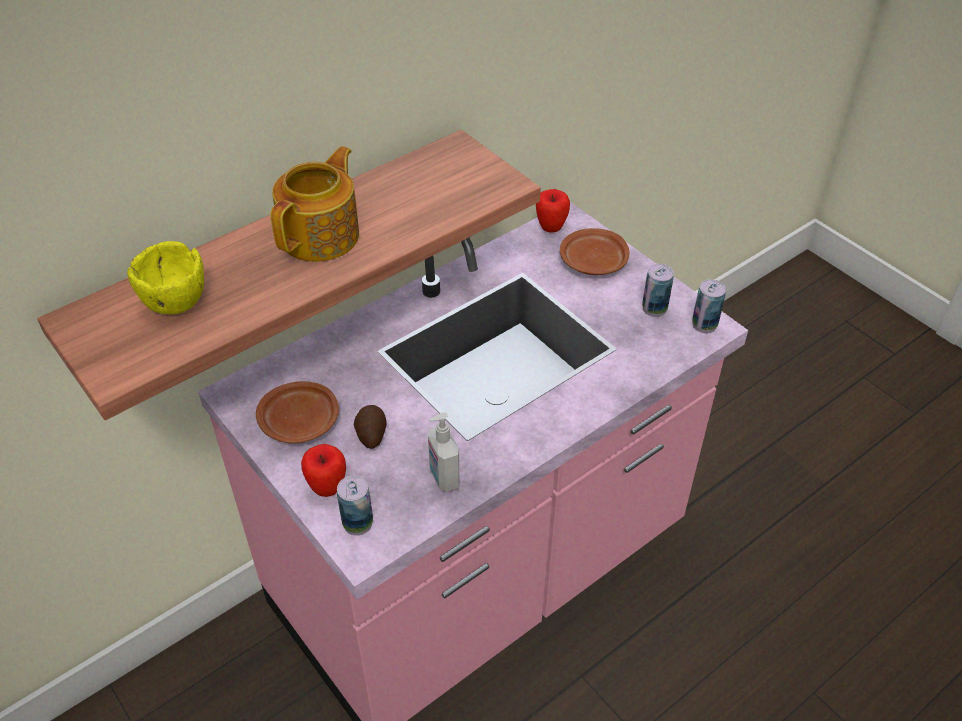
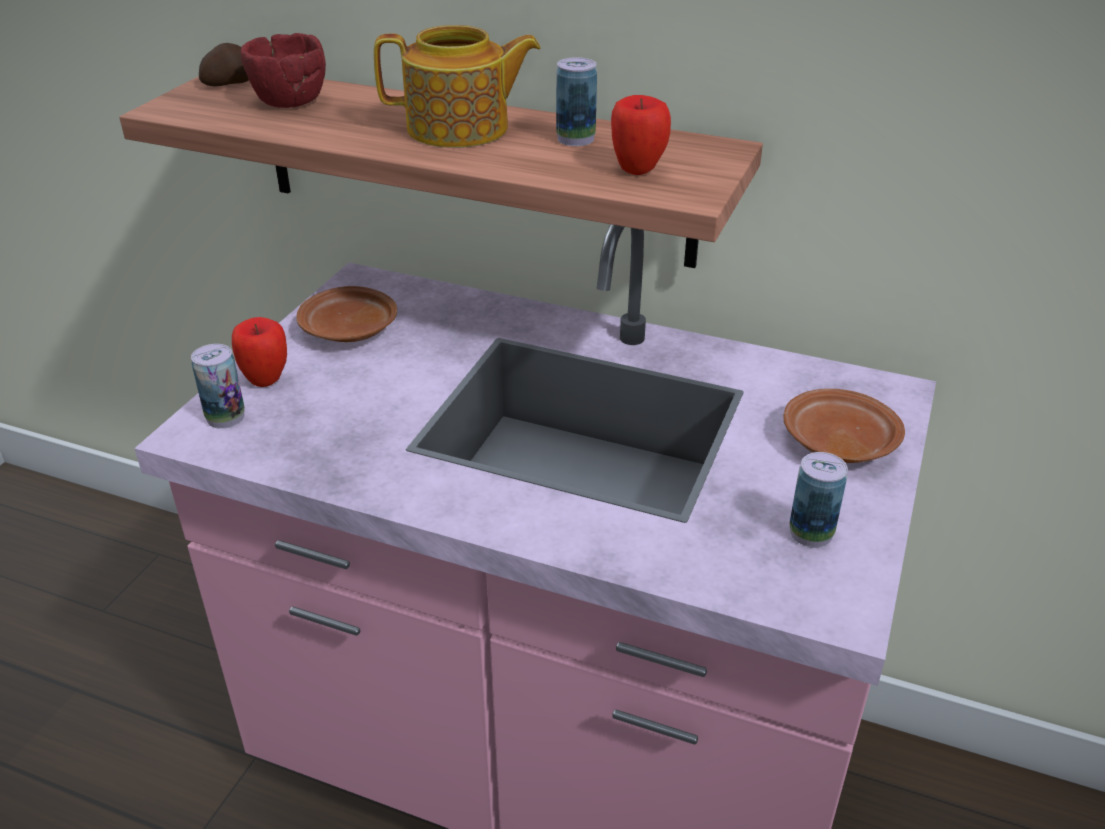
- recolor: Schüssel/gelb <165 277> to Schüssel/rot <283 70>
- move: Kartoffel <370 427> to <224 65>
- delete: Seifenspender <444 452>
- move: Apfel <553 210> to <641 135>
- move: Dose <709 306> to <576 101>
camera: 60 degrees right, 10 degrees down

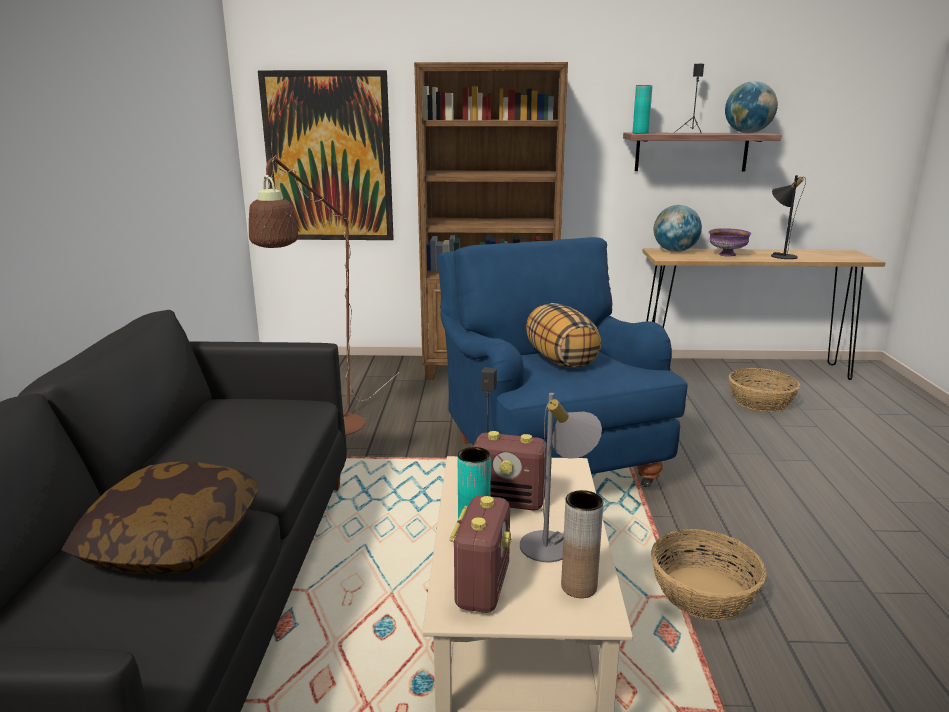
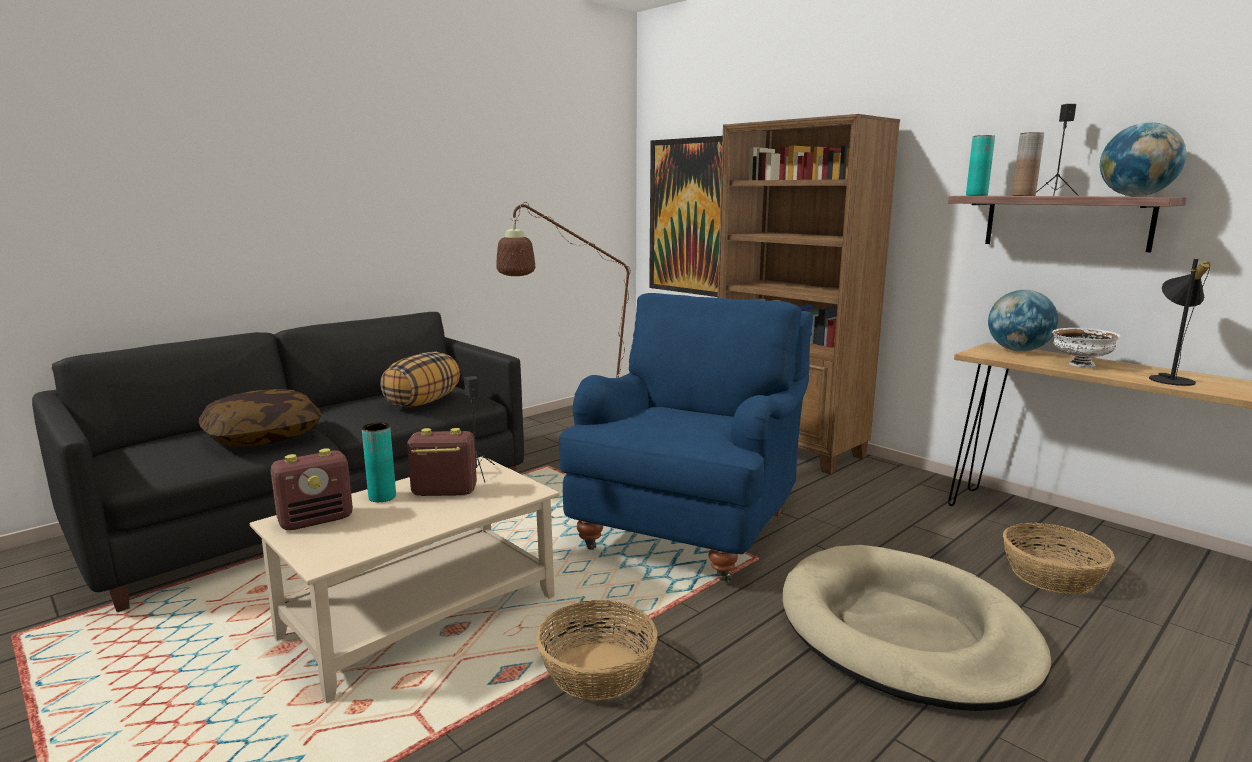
- rotate: Radio <510 471> = <442 462> 120 degrees clockwise
- delete: Tischlampe/grau <561 478>
- move: Kissen <563 335> to <420 379>
- move: Vase/braun <582 544> to <1028 164>
- recolor: Schüssel/lila <730 242> to Schüssel/weiß <1086 347>
- insert: Hundebett/beige <917 628>
camera: 45 degrees right, 5 degrees down

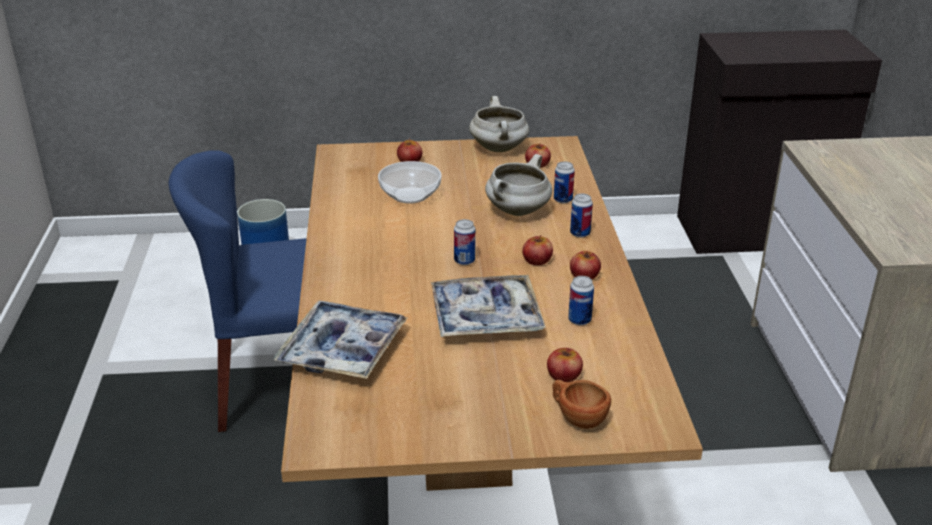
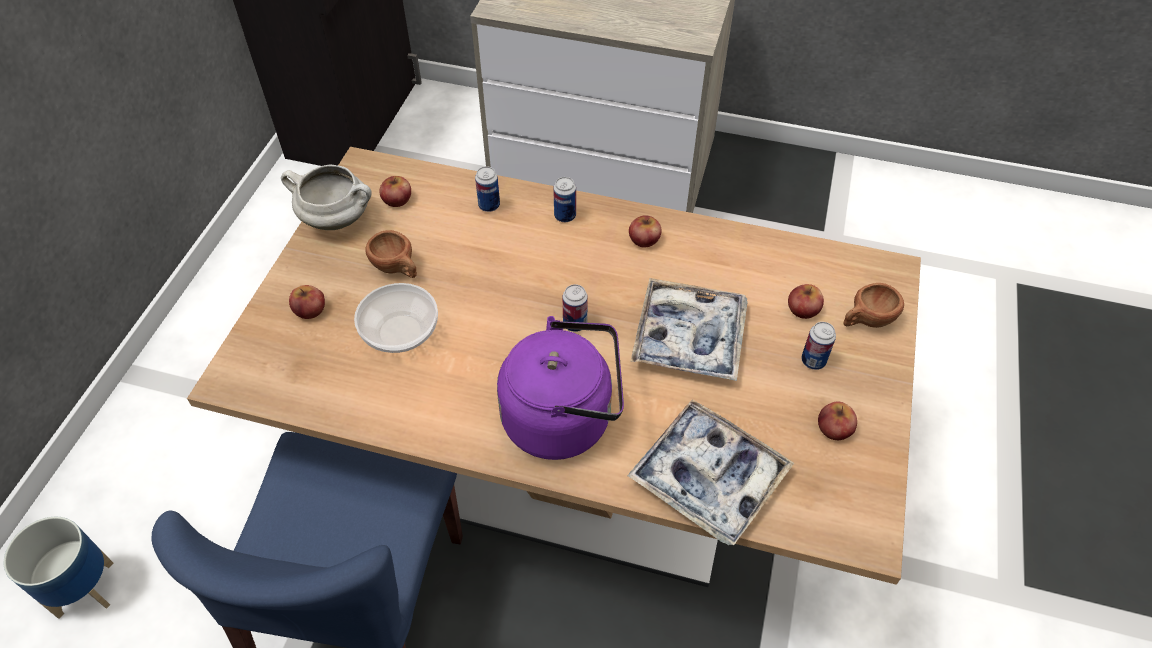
- delete: Kochtopf/weiß <518 185>
- move: Apfel <537 250> to <837 420>
- move: Dose <581 300> to <818 346>
- insert: Tasse/braun <391 254>
- insert: Wasserkessel/lila <560 388>
camera: 70 degrees left, 20 degrees up

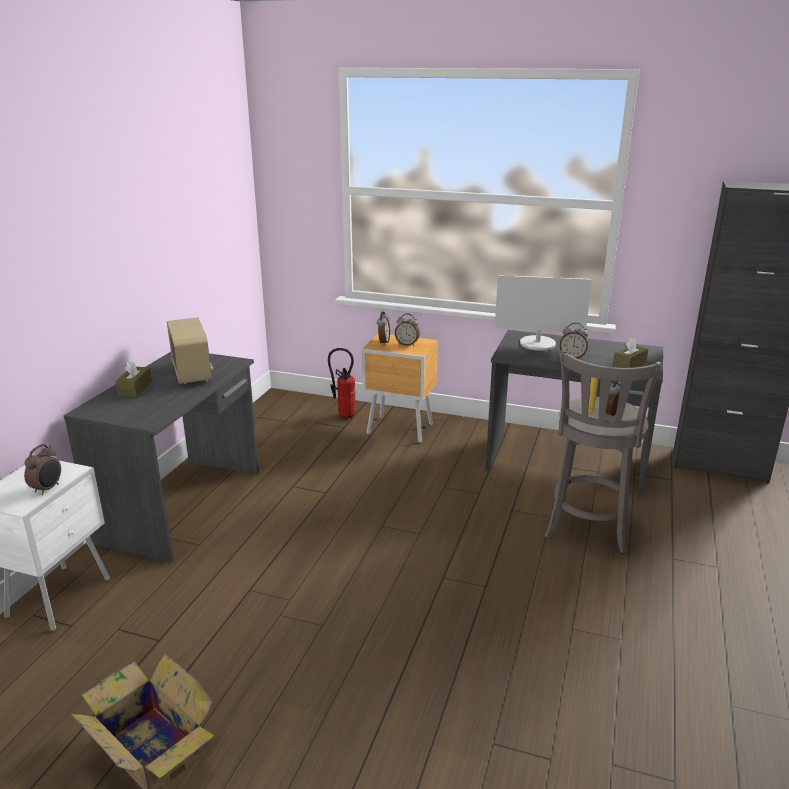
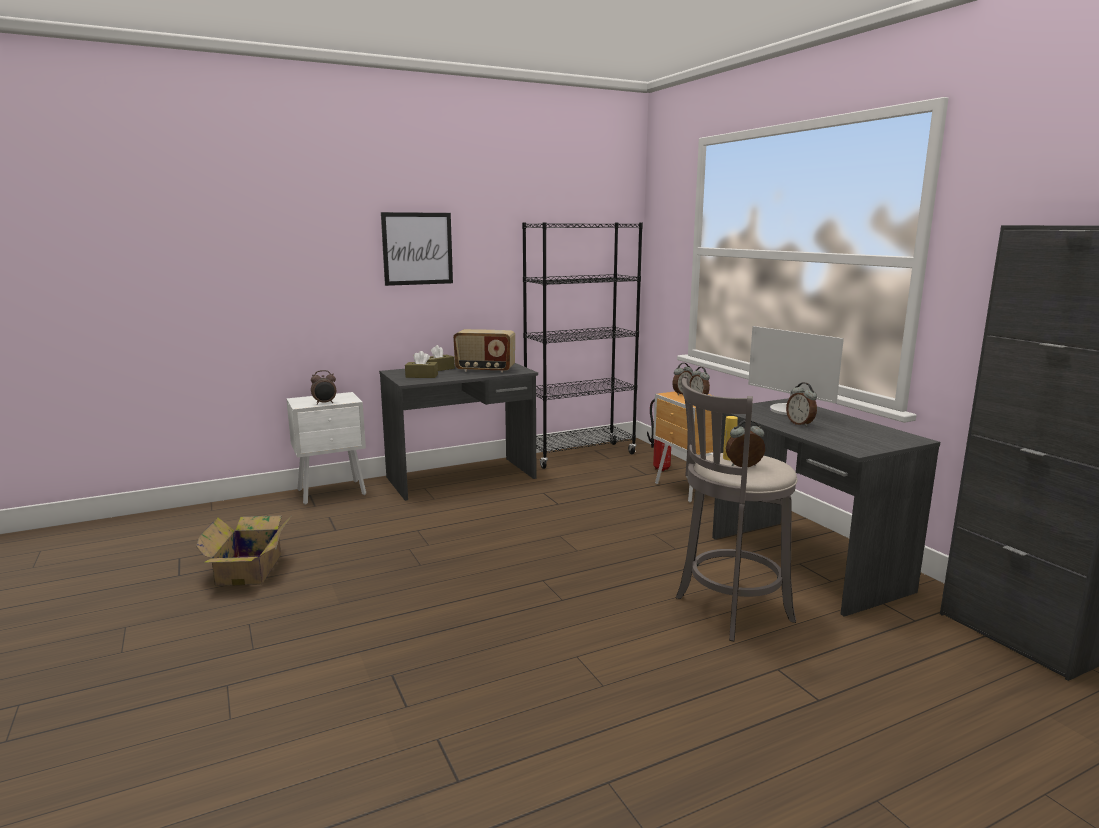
- rotate: Radio <190 350> = <484 351> 75 degrees clockwise
- move: Taschentuchbox/braun <630 352> to <421 364>
- insert: Bild <417 249>
- insert: Bücherregal/schwarz <582 345>
camera: 45 degrees right, 10 degrees down

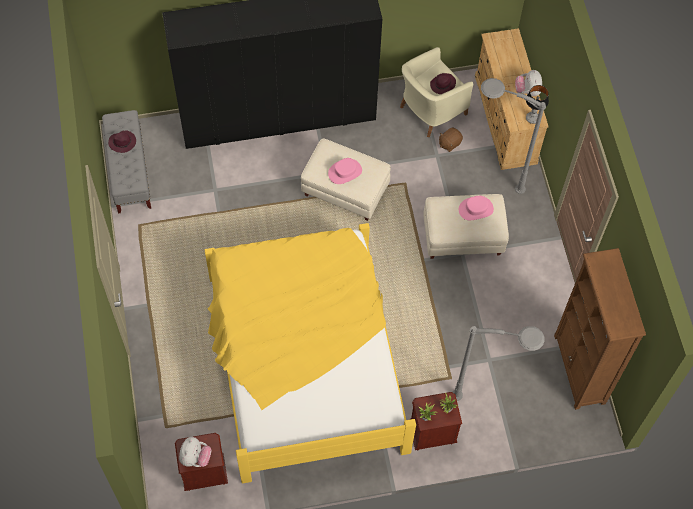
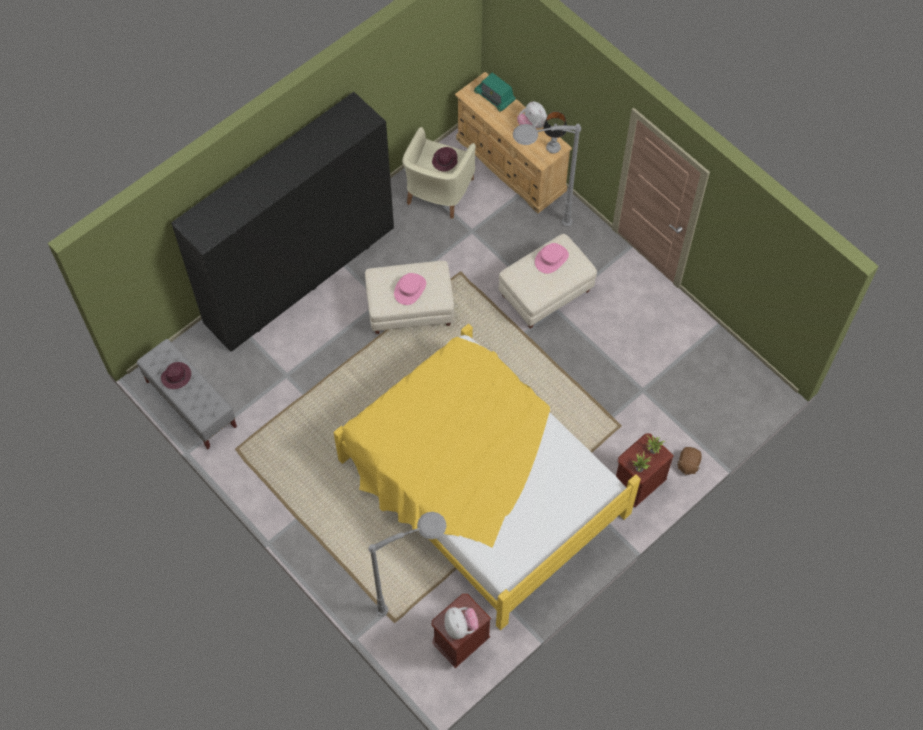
- move: Plüschtier/braun <451 139> to <689 461>
- move: Stehlampe/grau <498 363> to <407 564>
- delete: Bücherregal/braun <600 329>
- insert: Radio <495 92>
camera: 30 degrees left, 0 degrees up

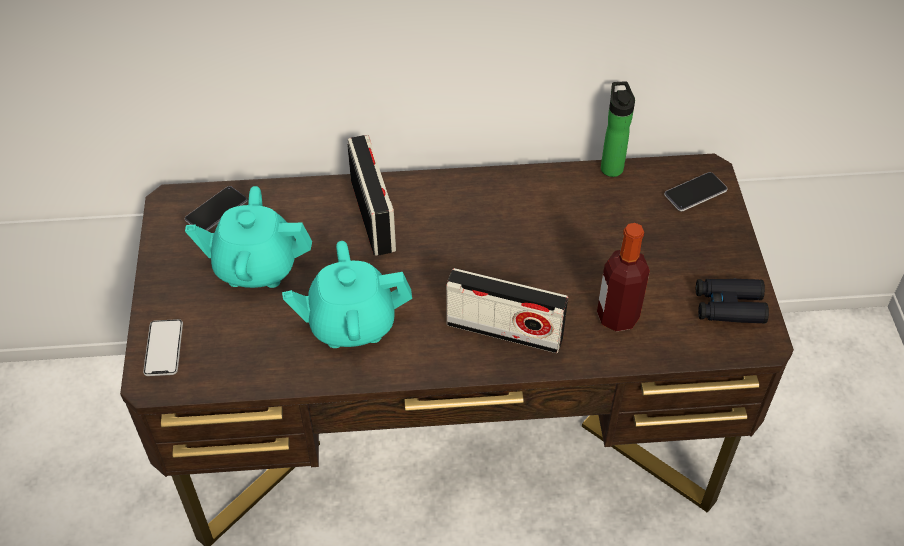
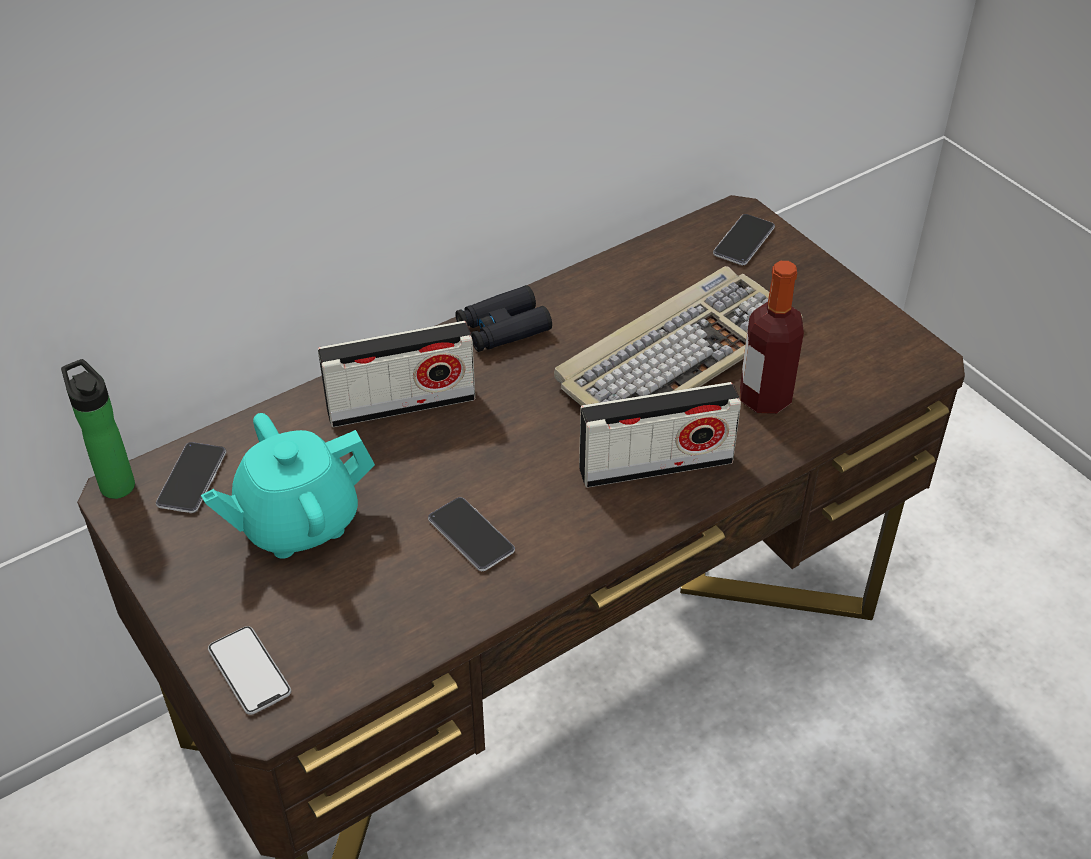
- replace: Teekanne/türkis <347 294> to Handy <471 534>
- rotate: Radio <371 195> = <396 374> 120 degrees clockwise
- move: Flasche <618 129> to <98 429>
- move: Fernglas/schwarz <732 301> to <504 318>
- insert: Tastatur <678 336>
camera: 30 degrees left, 5 degrees down

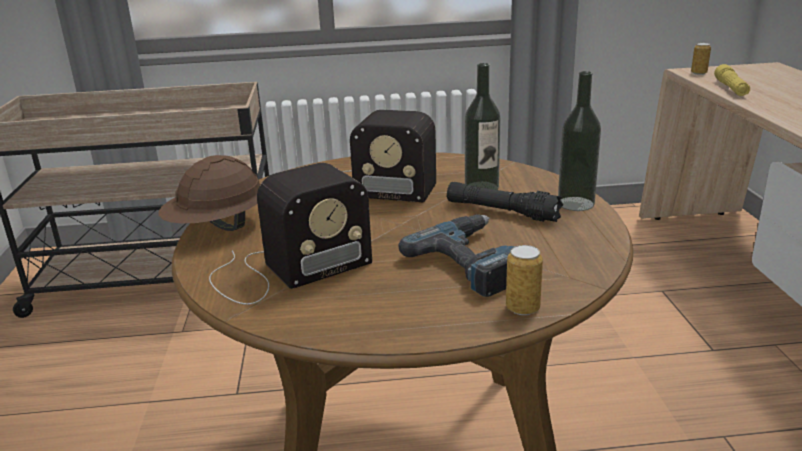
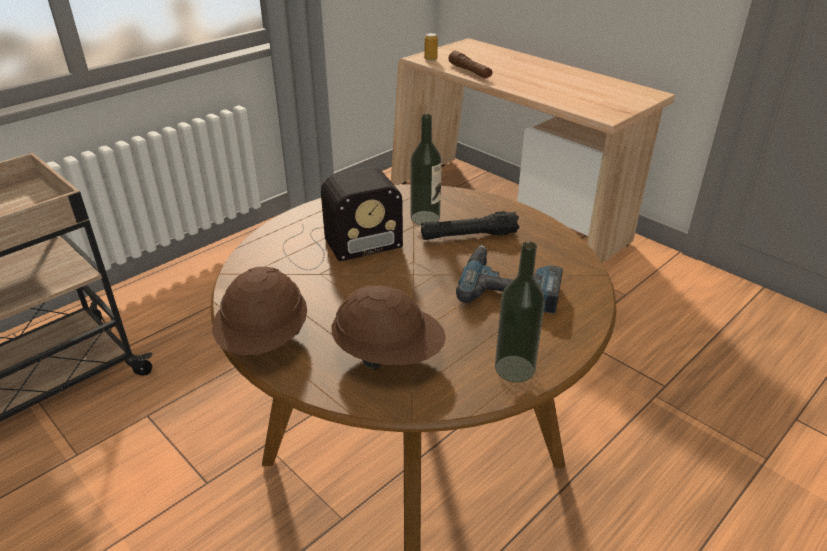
- replace: Radio <290 234> to Schutzhelm/braun <388 327>
- delete: Dose <524 280>
- move: Flasche <579 141> to <520 312>
- recolor: Taschenlampe/gelb <732 80> to Taschenlampe/braun <470 65>
camera: 40 degrees left, 10 degrees up

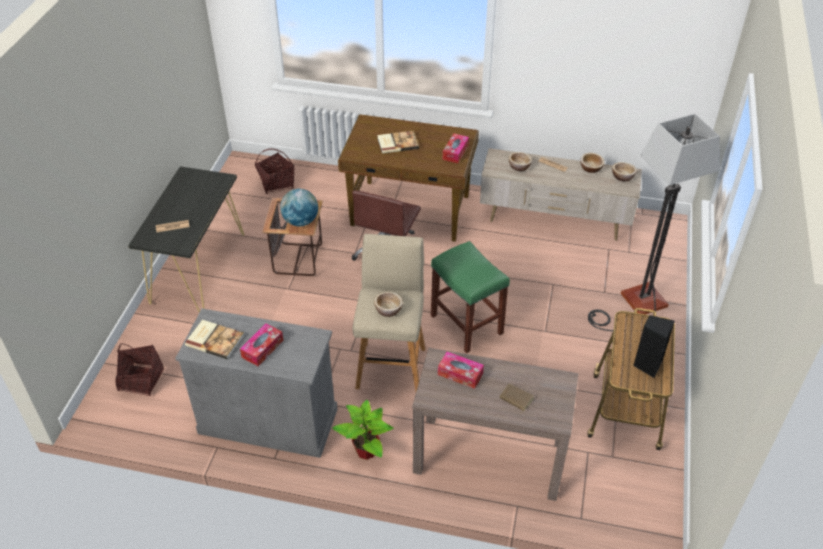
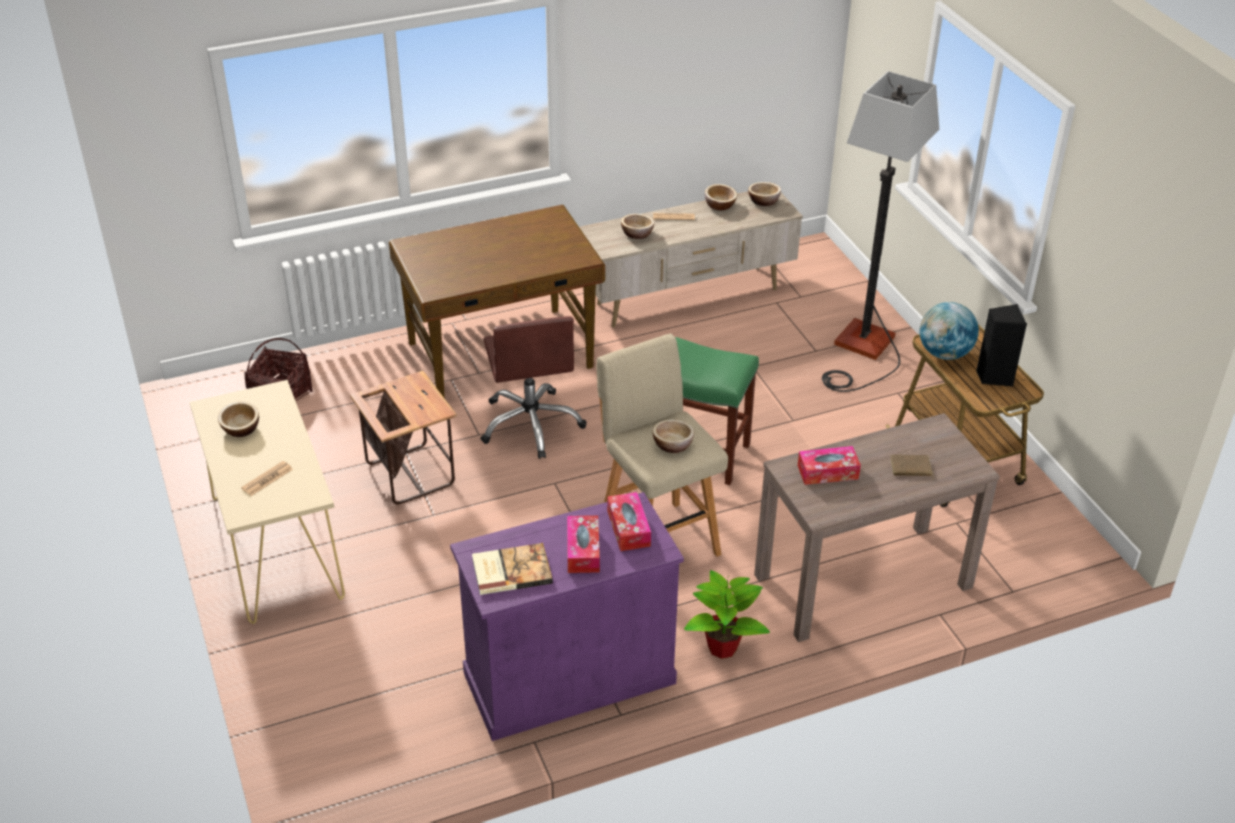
- delete: Korb <139 370>
- recolor: Konsolentisch/schwarz <186 240> to Konsolentisch/beige <267 502>
- recolor: Schrank/grau <256 383> to Schrank/lila <567 616>
- move: Globus <299 207> to <949 331>
- delete: Buch <398 142>
- move: Taschentuchbox <456 148> to <629 521>
- insert: Schüssel <238 419>
camera: 35 degrees left, 5 degrees down

